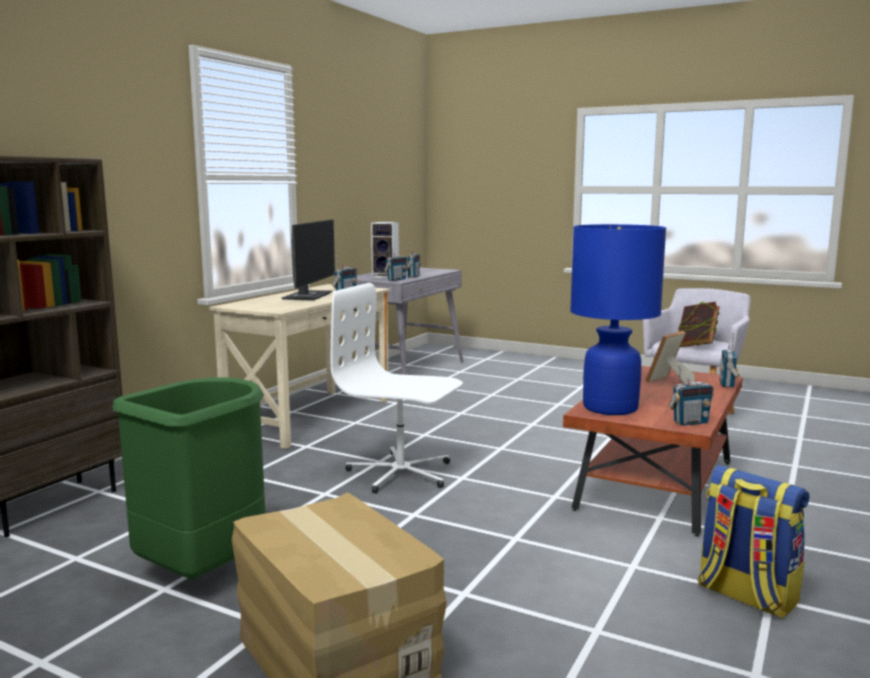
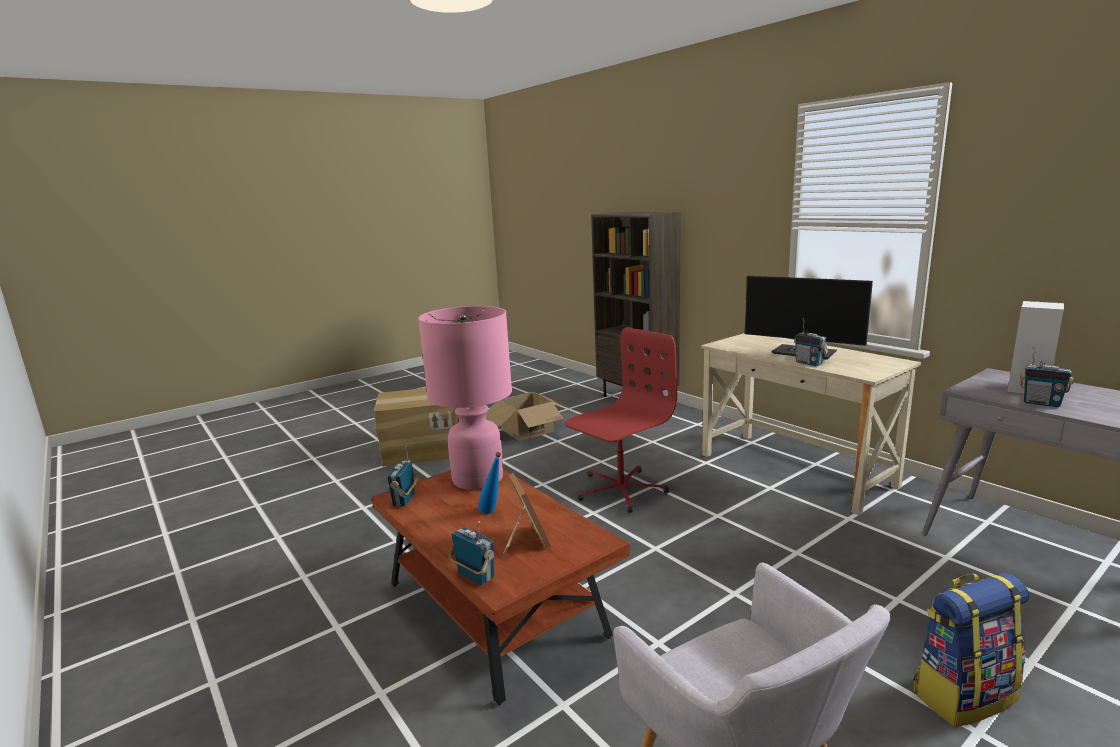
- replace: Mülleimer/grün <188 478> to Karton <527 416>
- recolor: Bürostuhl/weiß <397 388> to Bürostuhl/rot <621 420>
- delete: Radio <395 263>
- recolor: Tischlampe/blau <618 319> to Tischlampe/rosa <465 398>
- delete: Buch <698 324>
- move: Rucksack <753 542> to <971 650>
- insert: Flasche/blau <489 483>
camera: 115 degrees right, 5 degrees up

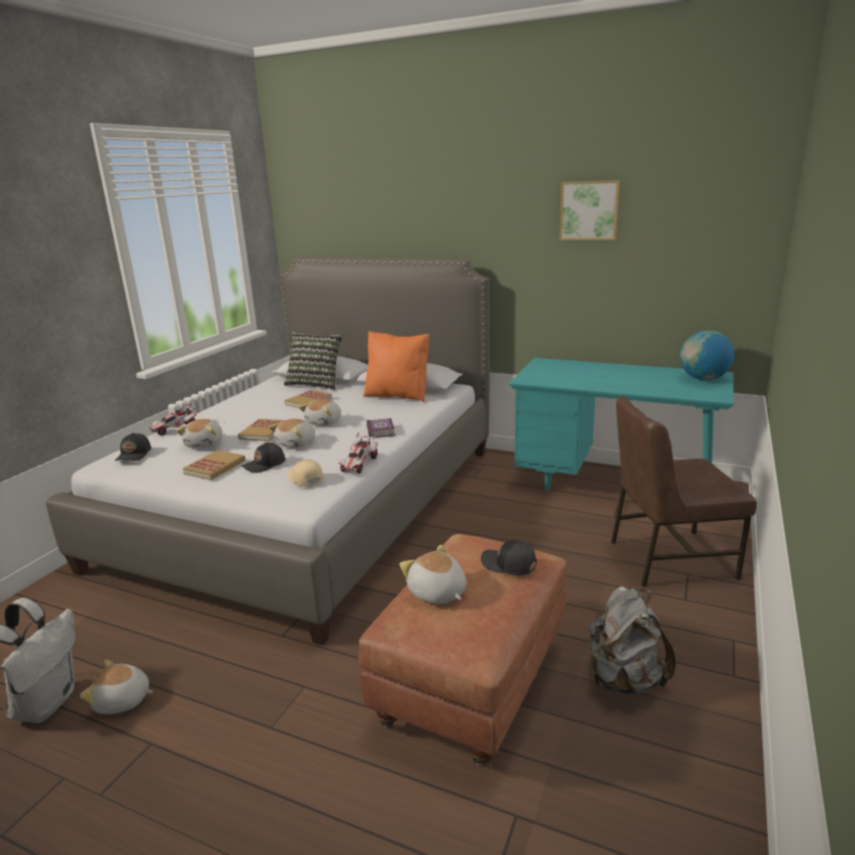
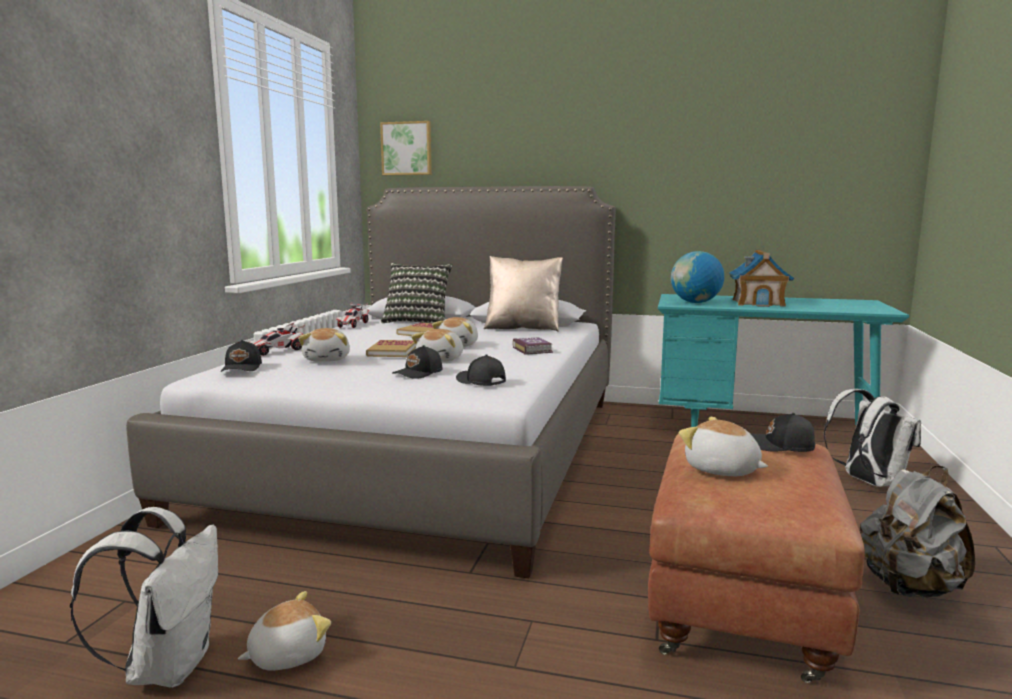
- rotate: Plüschtier <116 687> = <284 631> 150 degrees clockwise
- delete: Buch <214 465>
- recolor: Kappe/beige <305 473> to Kappe/schwarz <481 370>
- move: Spielzeugauto <358 453> to <352 315>
- recolor: Kissen/orange <396 366> to Kissen/beige <523 294>
- move: Bild <590 210> to <406 148>
- replace: Stuhl/braun <684 491> to Rucksack/weiß <872 438>
- move: Globus <707 355> to <697 277>
- insert: Spielzeughaus <761 278>
camera: 10 degrees left, 10 degrees down

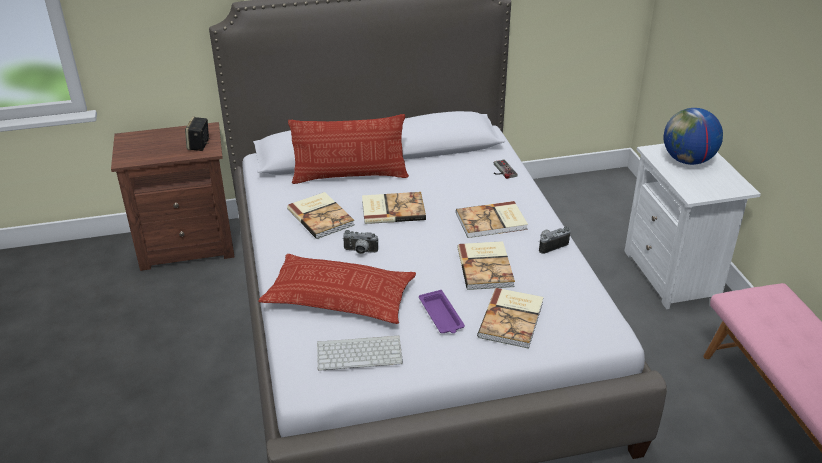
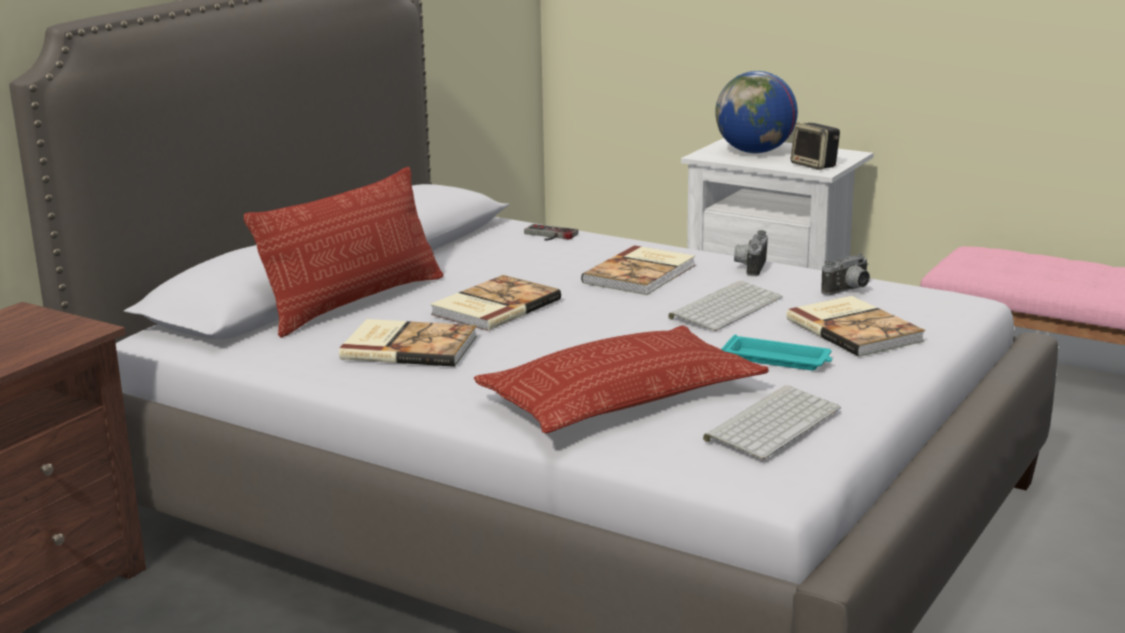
- move: Lautsprecher <197 133> to <815 146>
- move: Kamera <360 242> to <845 274>
- recolor: Tablett/lila <442 311> to Tablett/türkis <776 353>
- replace: Buch <486 265> to Tastatur <725 306>
camera: 45 degrees left, 15 degrees down

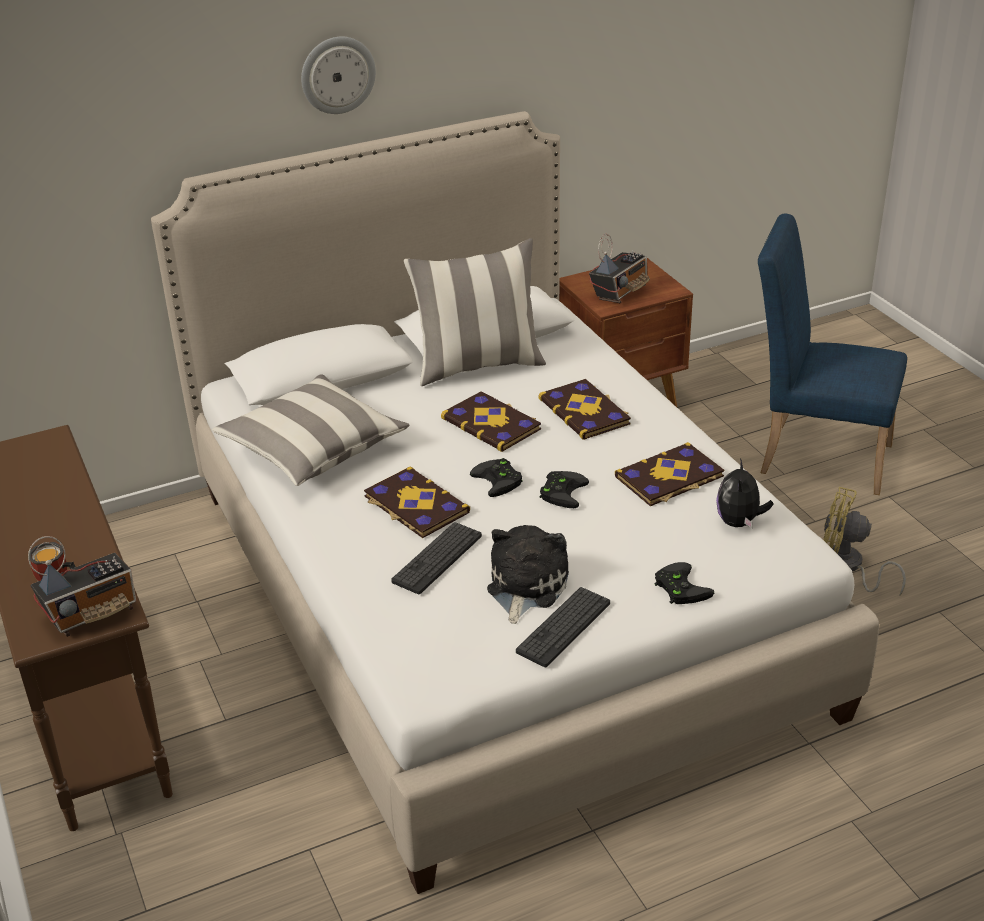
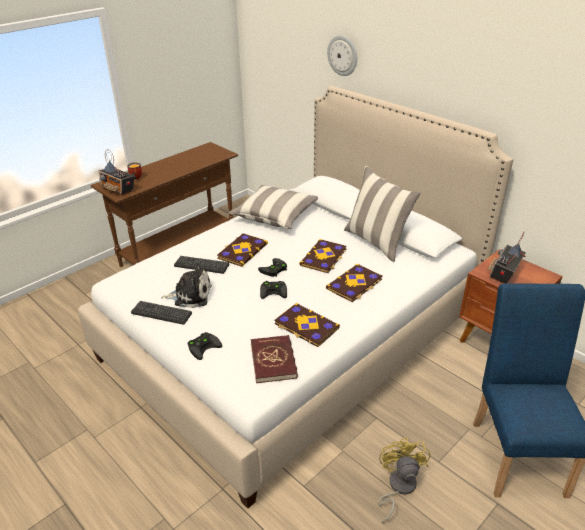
- move: Wanduhr <338 75> to <342 55>
- rotate: Radio <619 268> = <507 258> 105 degrees clockwise
- replace: Plüschtier <744 493> to Buch/rot <274 359>
camera: 70 degrees right, 0 degrees up

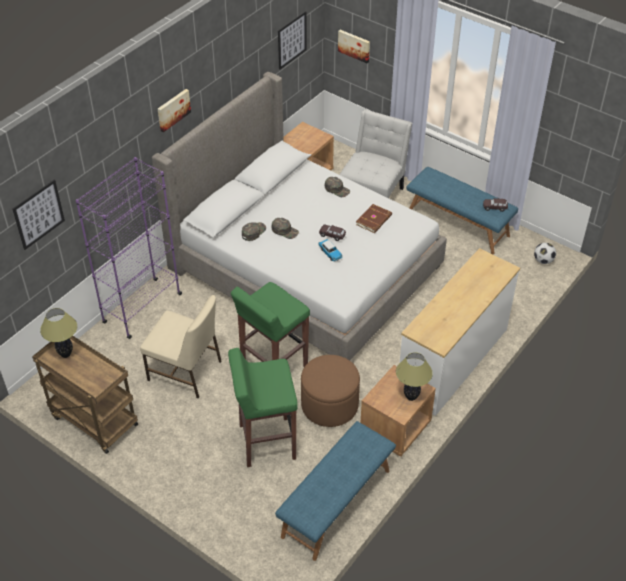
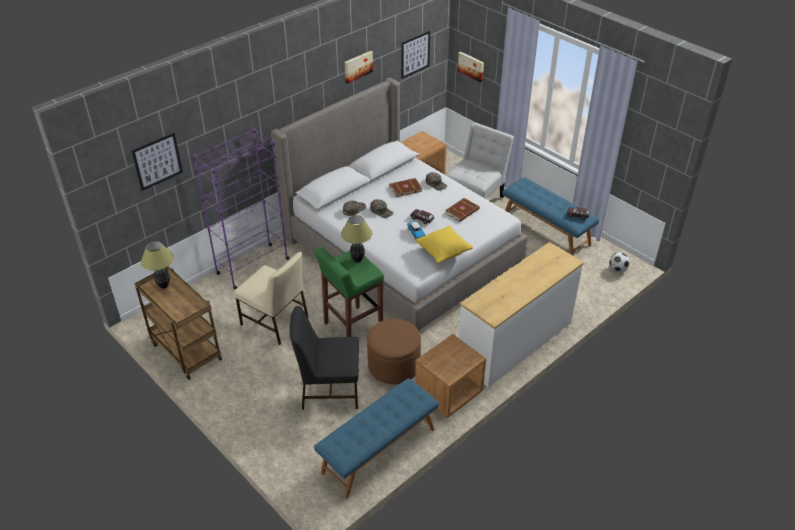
- move: Bild <174 110> to <359 67>
- replace: Hocker/grün <263 407> to Stuhl/schwarz <324 358>
- move: Tischlampe <414 376> to <356 238>
- insert: Buch/braun <405 187>
- insert: Kissen/gelb <444 244>
camera: 10 degrees right, 5 degrees down

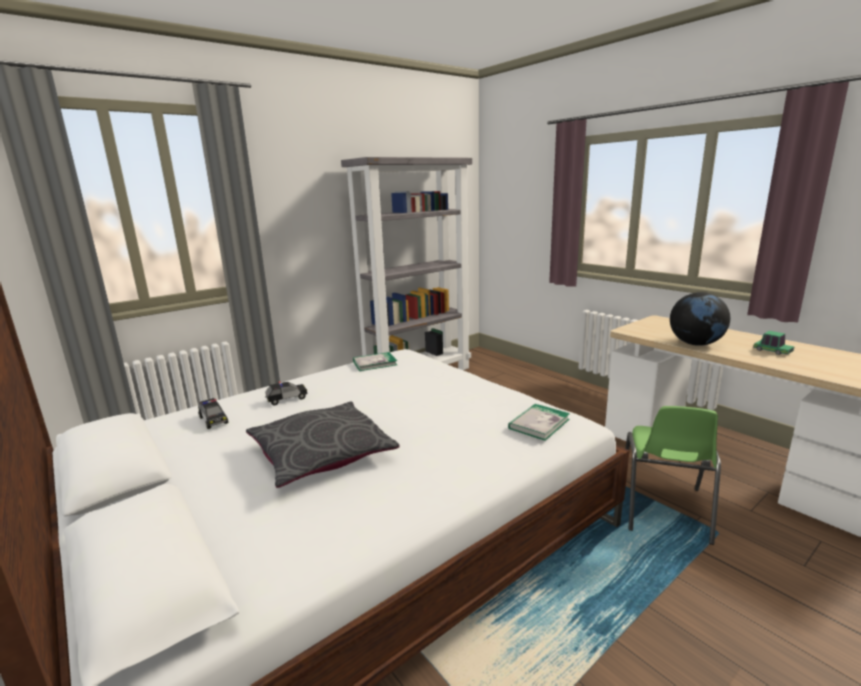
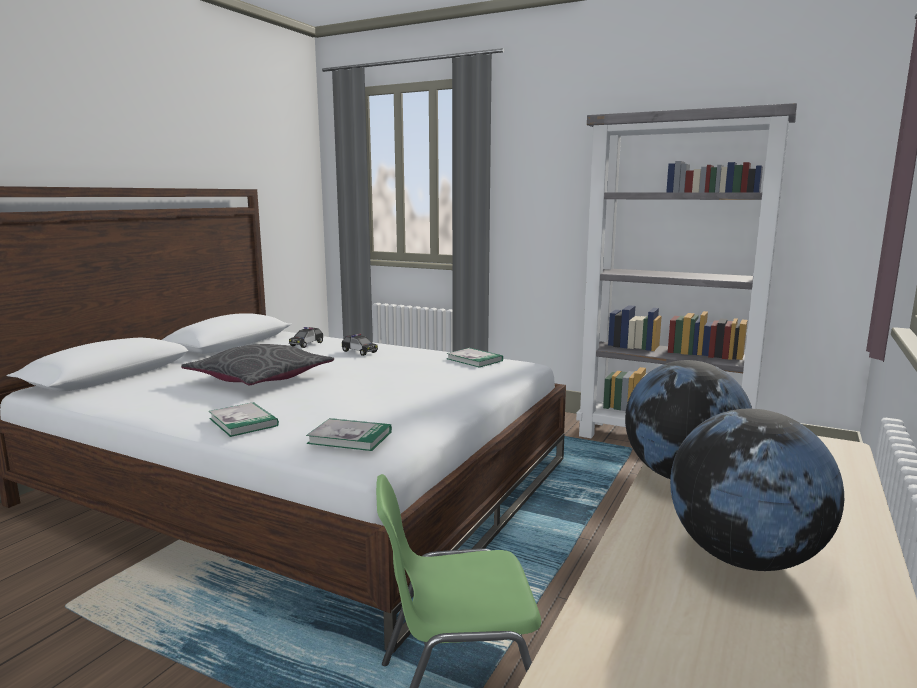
- replace: Spielzeugauto <773 343> to Globus <757 490>
- insert: Buch <244 419>
camera: 65 degrees right, 5 degrees down

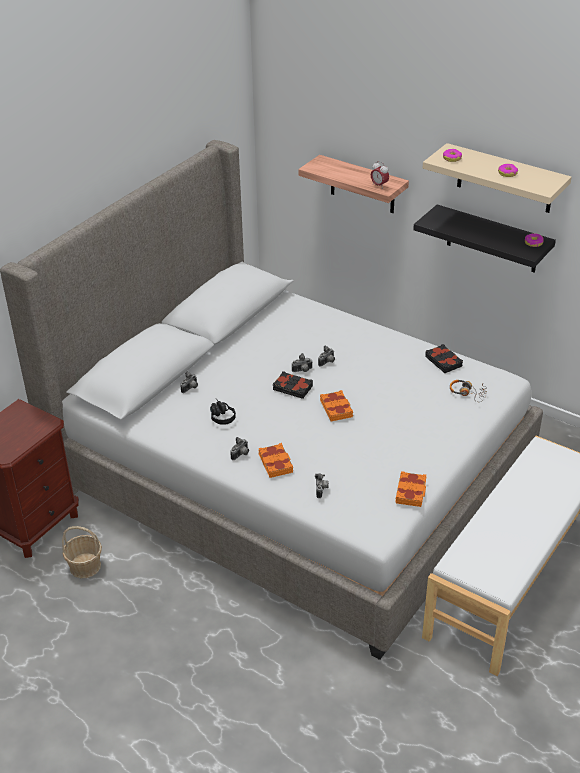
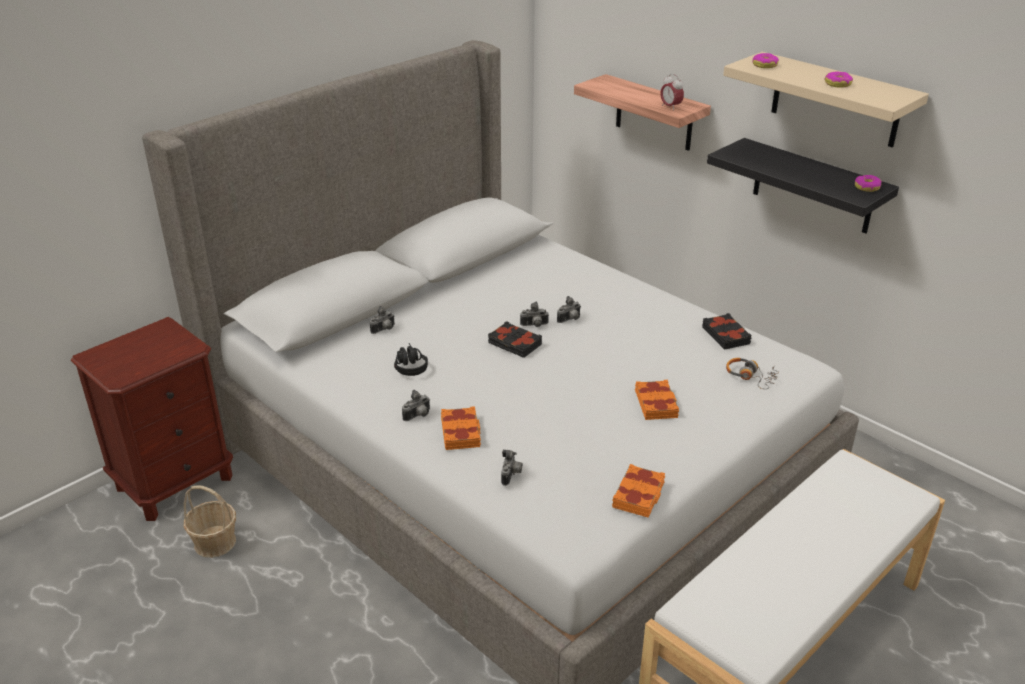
- move: Buch/orange <336 405> to <657 400>
camera: 10 degrees right, 5 degrees down

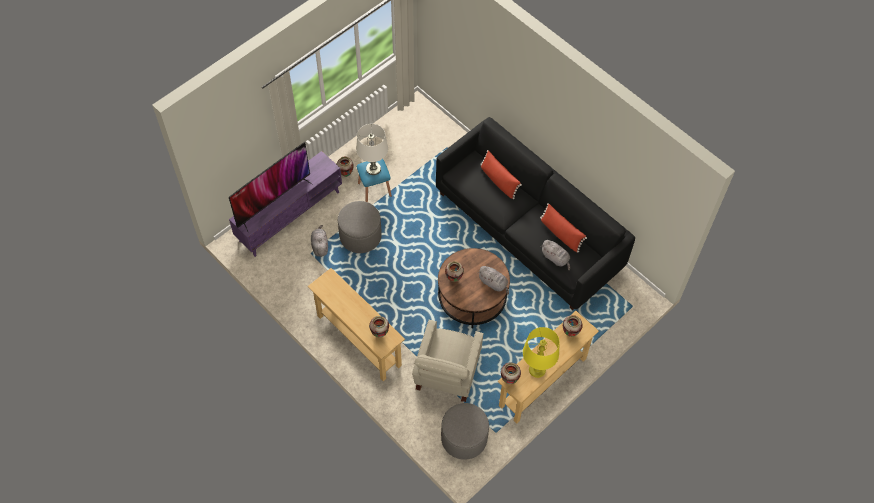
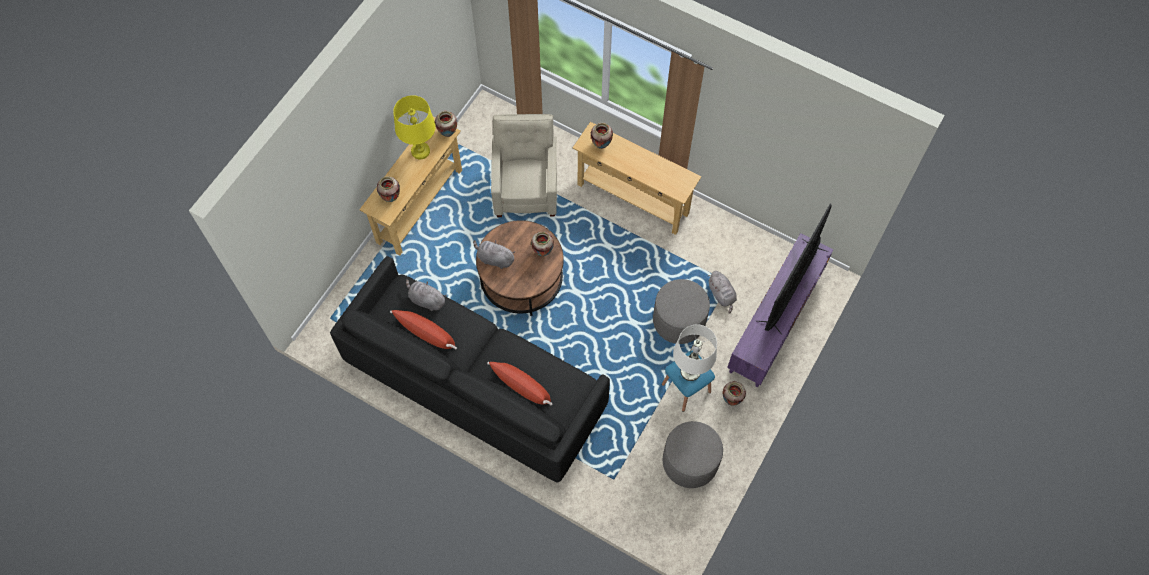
- move: Polsterhocker/grau <465 431> to <693 454>
camera: 165 degrees right, 5 degrees up

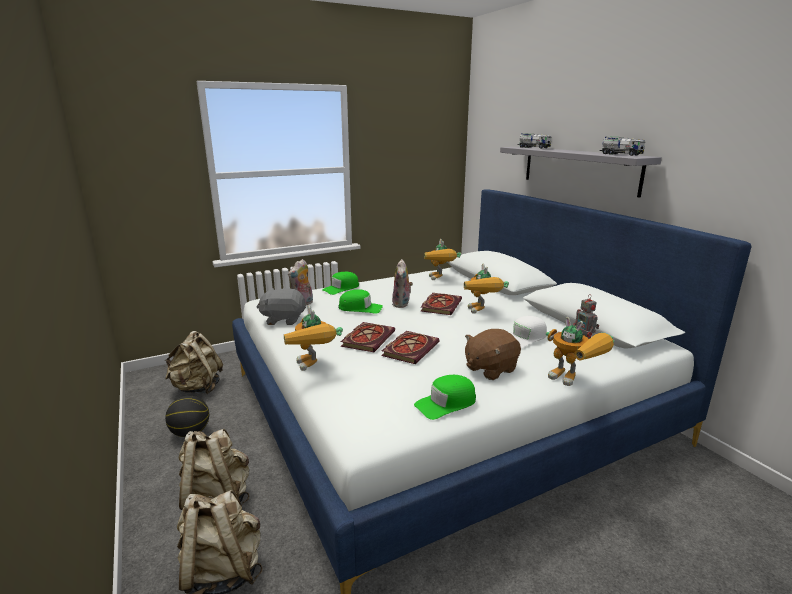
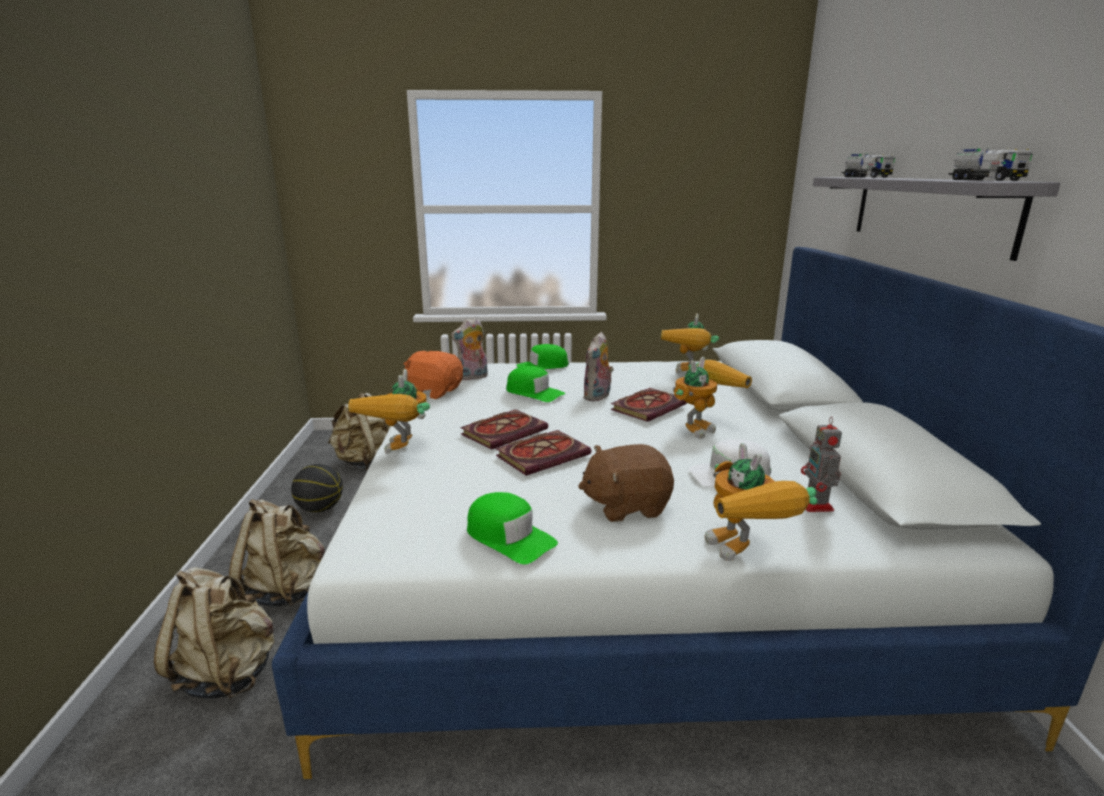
- recolor: Plüschtier/grau <281 306> to Plüschtier/orange <433 374>
- rotate: Kappe/grün <445 397> = <512 528> 135 degrees counterclockwise
- rotate: Spielzeugroboter <486 289> = <712 398> 150 degrees counterclockwise
camera: 25 degrees right, 0 degrees up

